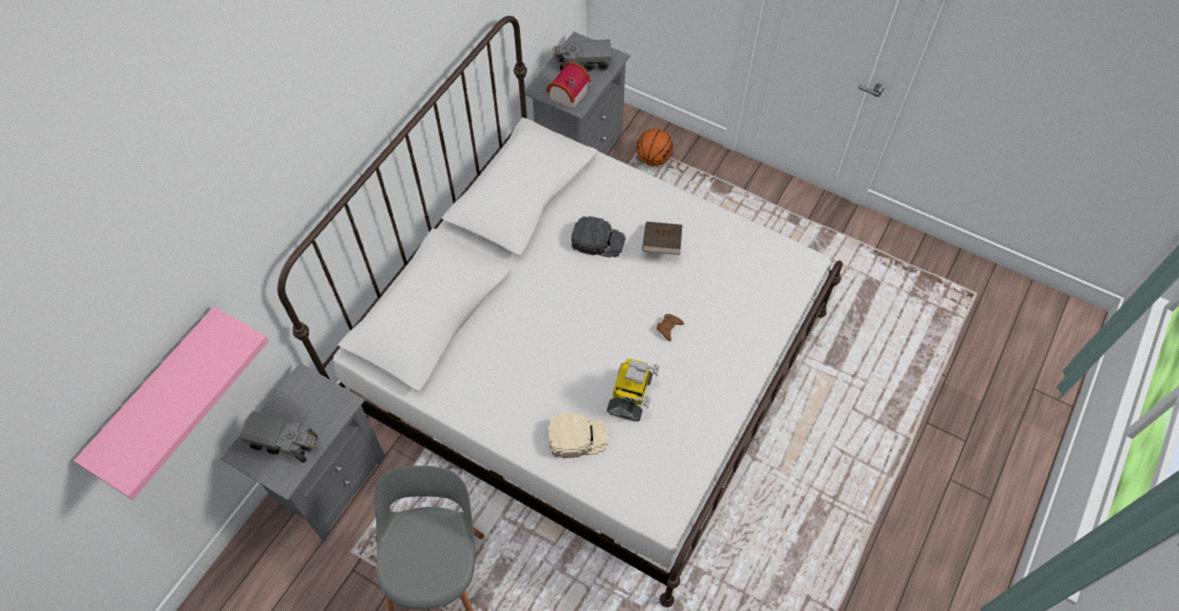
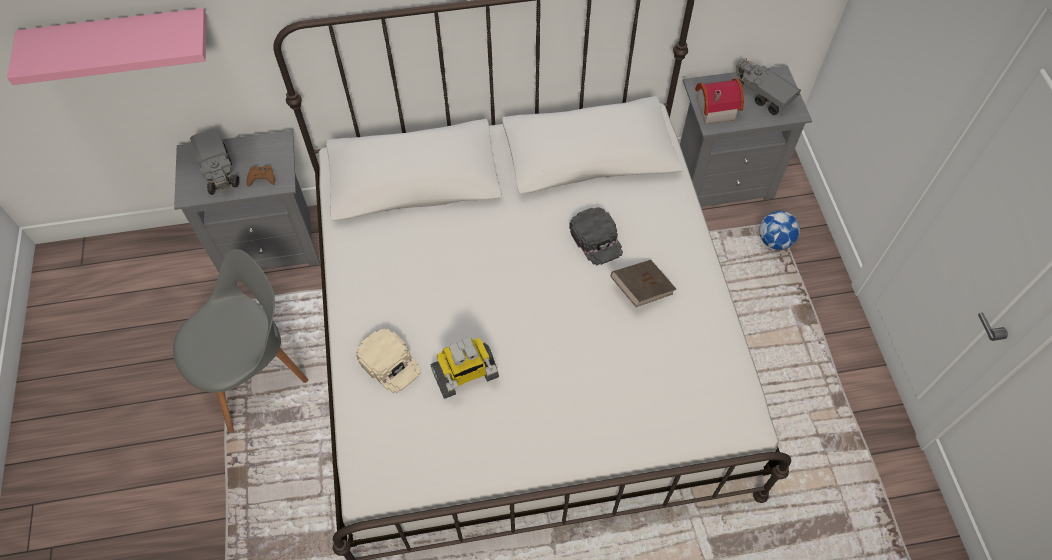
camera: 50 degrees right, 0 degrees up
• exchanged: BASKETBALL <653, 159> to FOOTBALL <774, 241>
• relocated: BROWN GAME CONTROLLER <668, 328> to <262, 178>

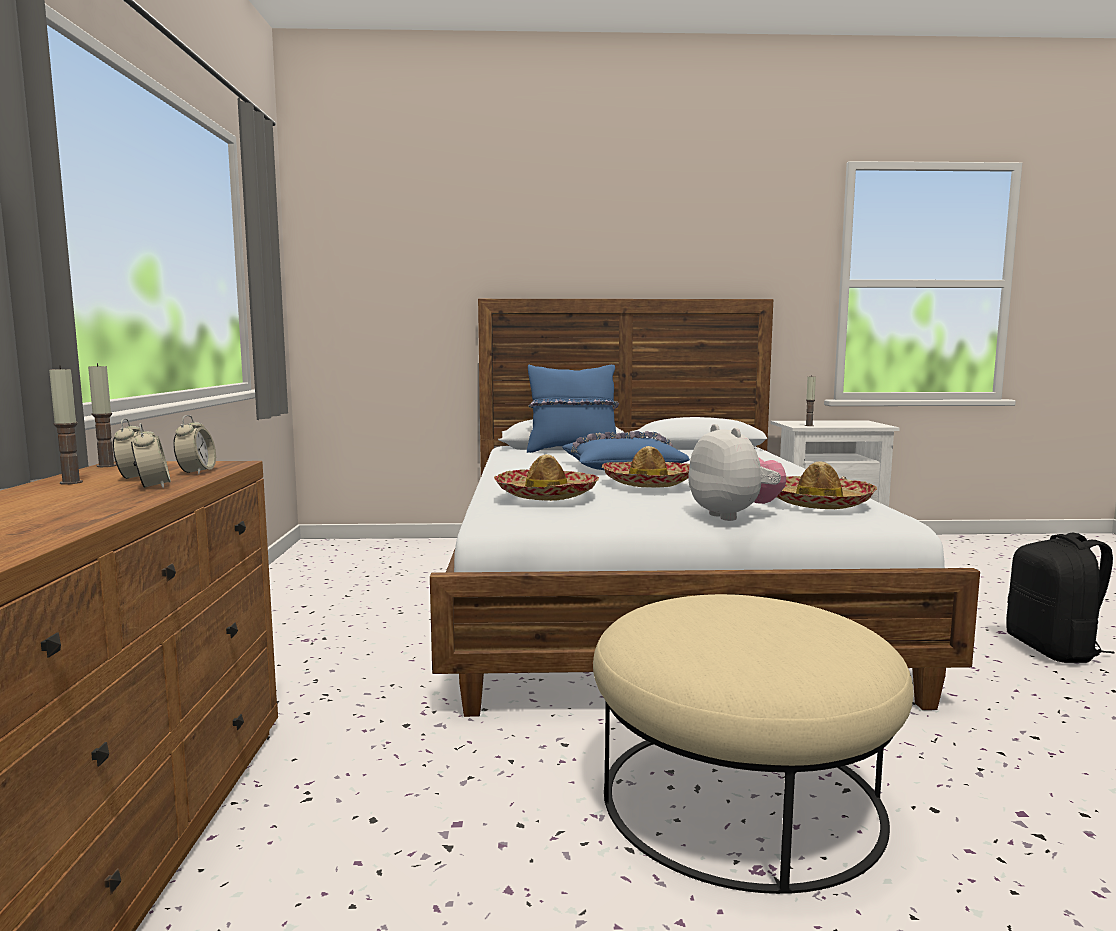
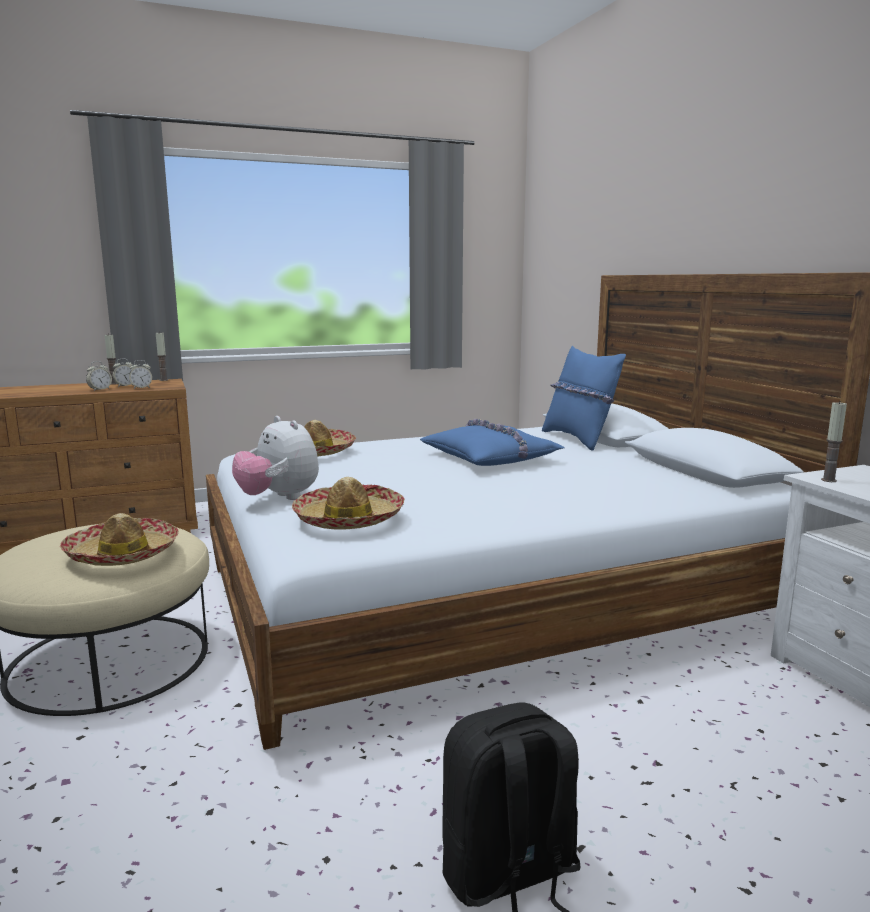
camera: 70 degrees right, 5 degrees up
• spun: PLUSH TOY <733, 516> = <278, 498> 90 degrees clockwise
• relocated: HAT <648, 483> to <123, 554>

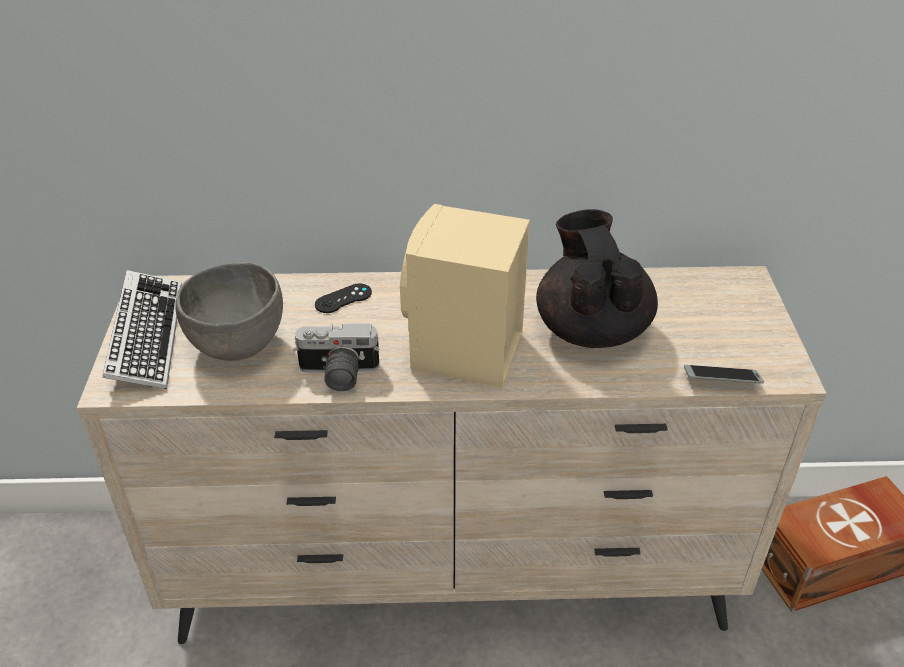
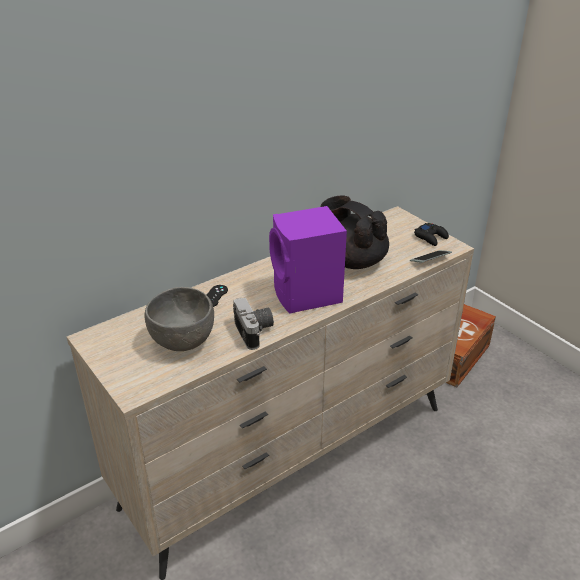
camera: 35 degrees left, 5 degrees down
• colour: BEIGE SPEAKER <464, 354> to PURPLE SPEAKER <307, 296>
• missing: KEYBOARD <146, 336>
• spun: PHOTO CAMERA <337, 375> = <255, 332> 75 degrees counterclockwise
• appeared: BLACK GAME CONTROLLER <431, 237>

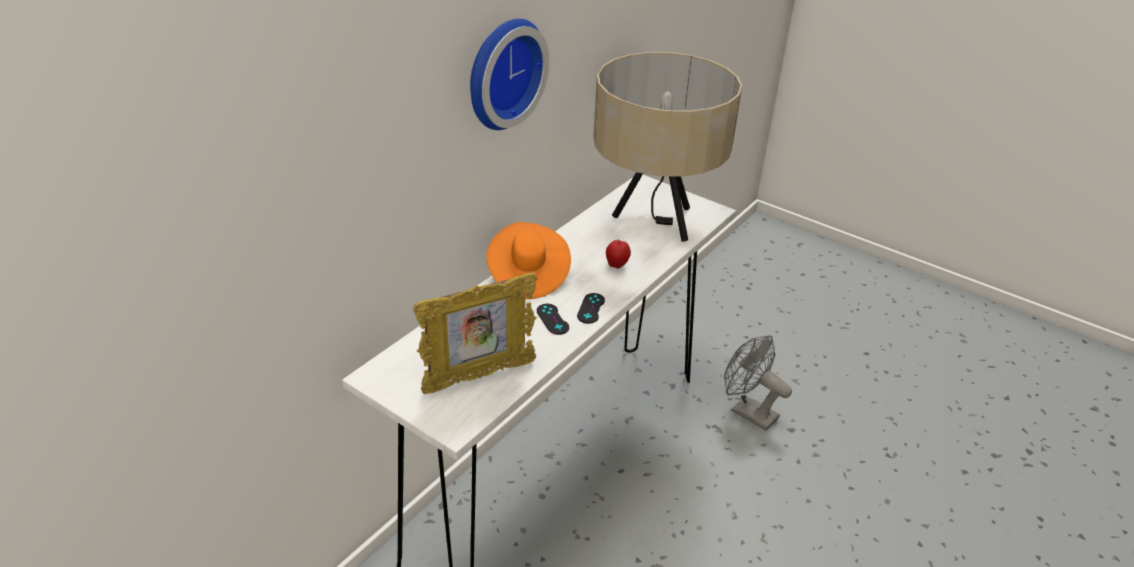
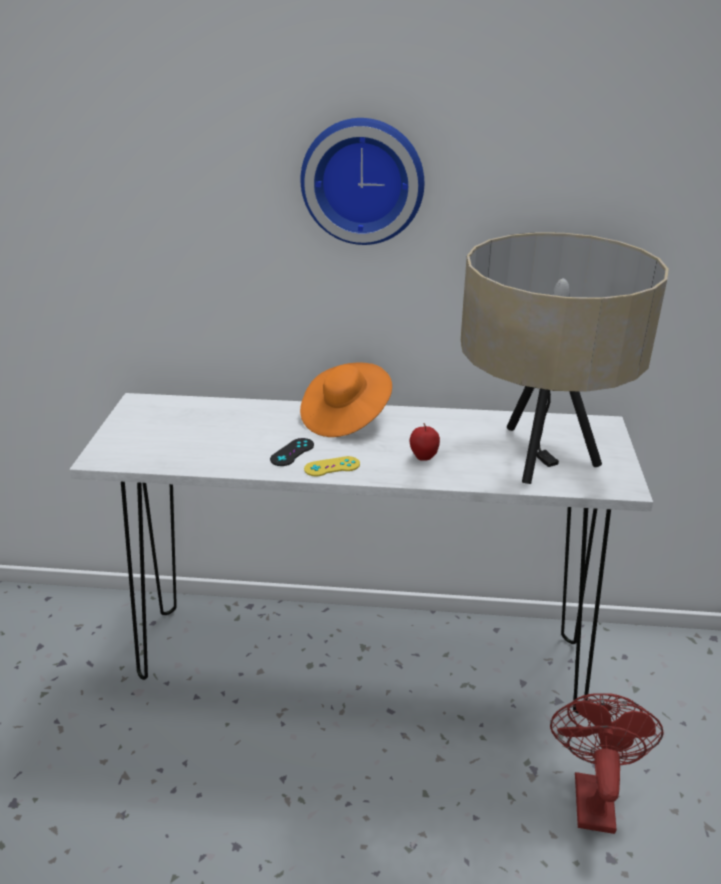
camera: 60 degrees right, 5 degrees down
• missing: PICTURE FRAME <479, 376>
• colour: BLACK GAME CONTROLLER <591, 308> to YELLOW GAME CONTROLLER <332, 467>
• colour: GREY FAN <747, 411> to RED FAN <592, 794>

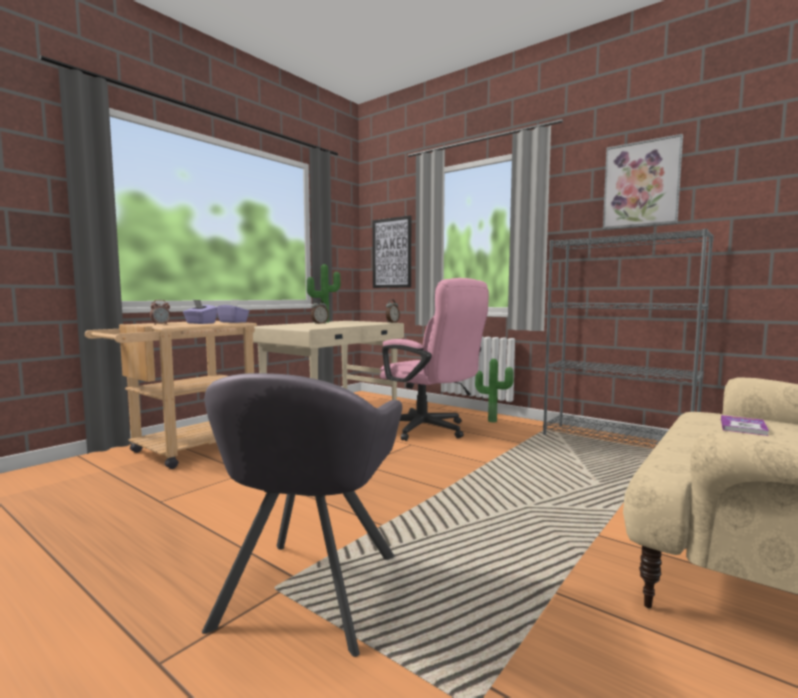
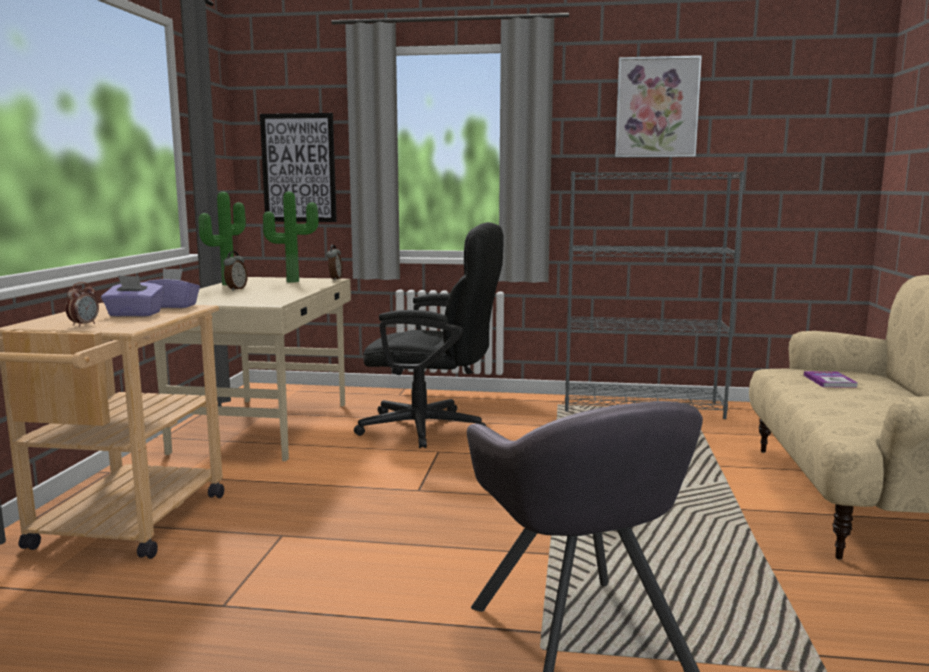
camera: 30 degrees left, 5 degrees up
• colour: PINK OFFICE CHAIR <429, 430> to BLACK OFFICE CHAIR <433, 428>
• relocated: POTTED PLANT <492, 420> to <293, 281>

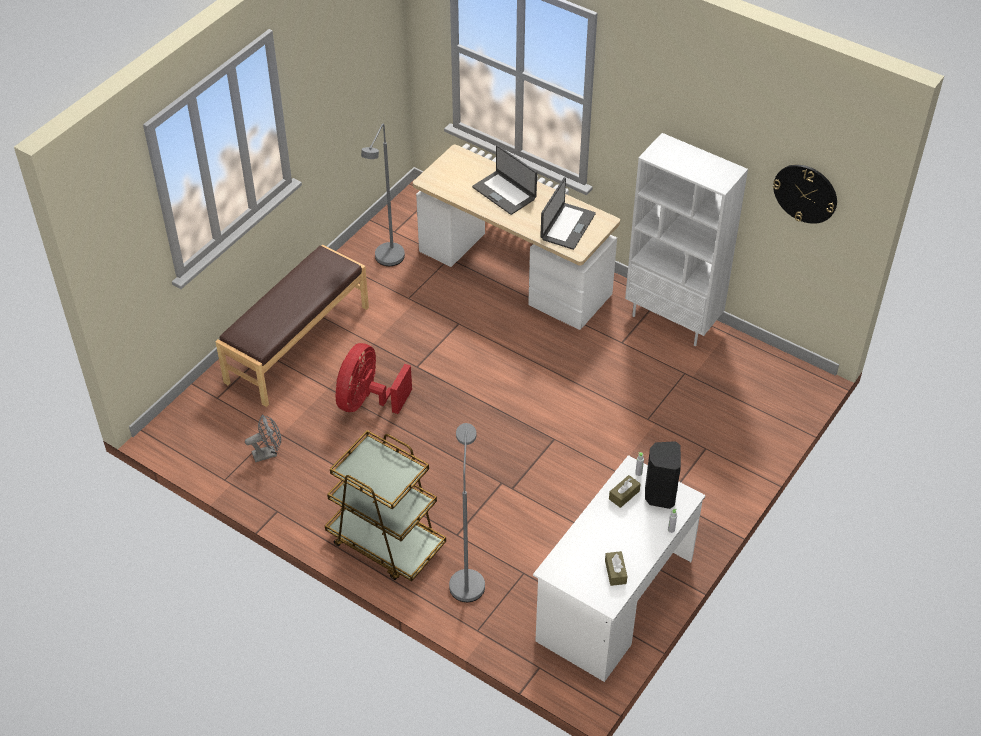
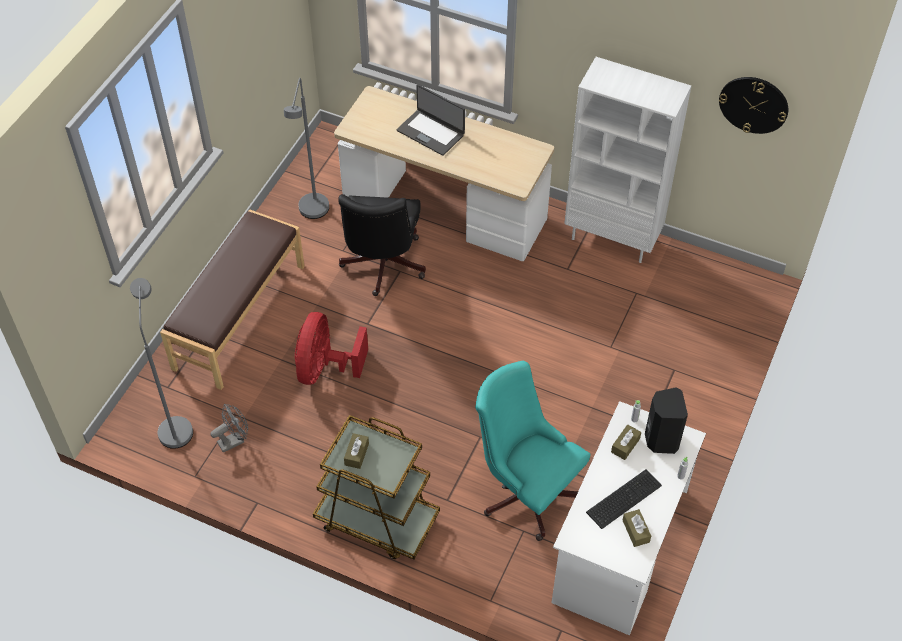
camera: 10 degrees left, 5 degrees up
• missing: LAPTOP <567, 226>
• relocated: GREY FLOOR LAMP <467, 578> to <175, 425>
• appeared: BLACK OFFICE CHAIR <382, 267>
• appeared: TURQUOISE OFFICE CHAIR <525, 490>
• appeared: BROWN TISSUE BOX <356, 454>
• appeared: KEYBOARD <622, 498>

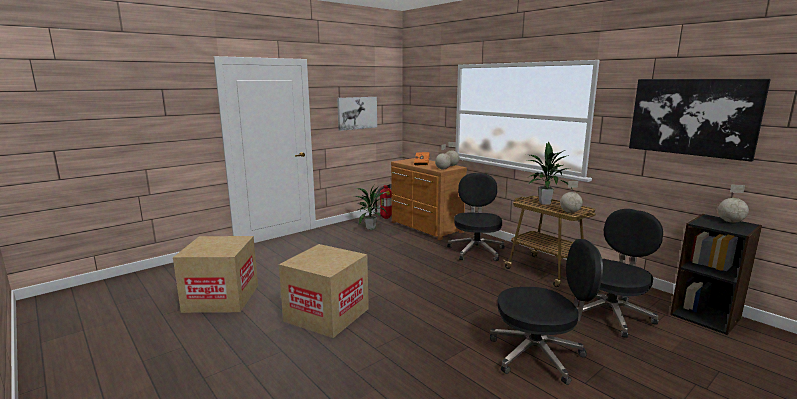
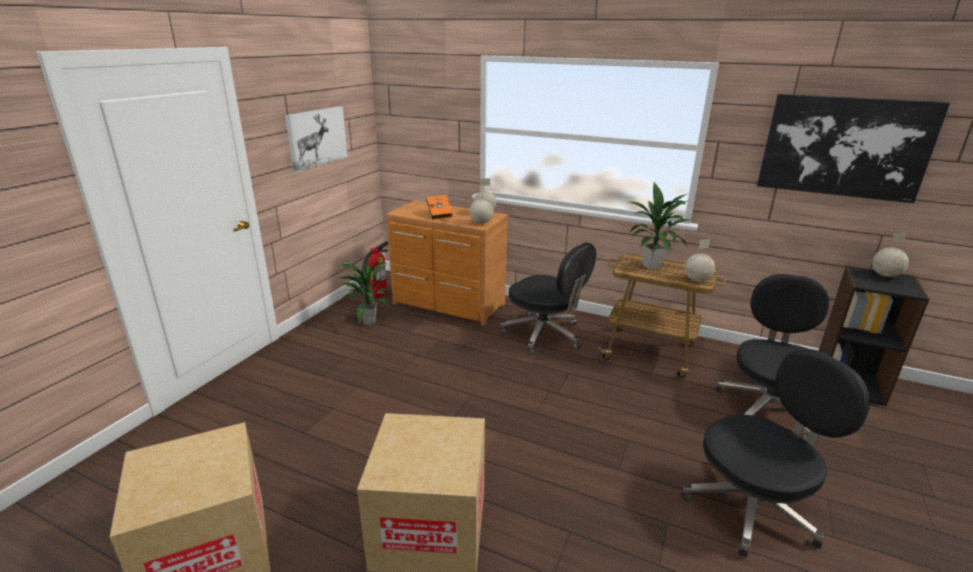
camera: 25 degrees left, 10 degrees up
• spun: BLACK OFFICE CHAIR <476, 250> = <545, 335> 150 degrees clockwise

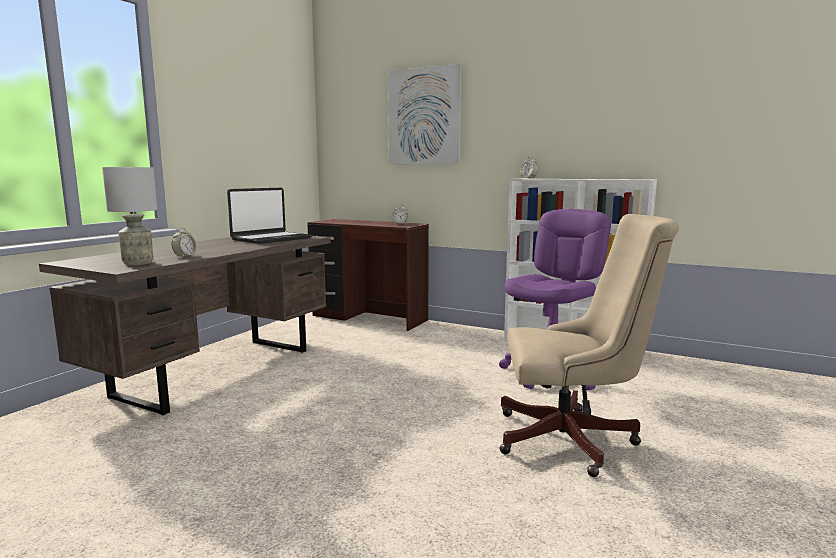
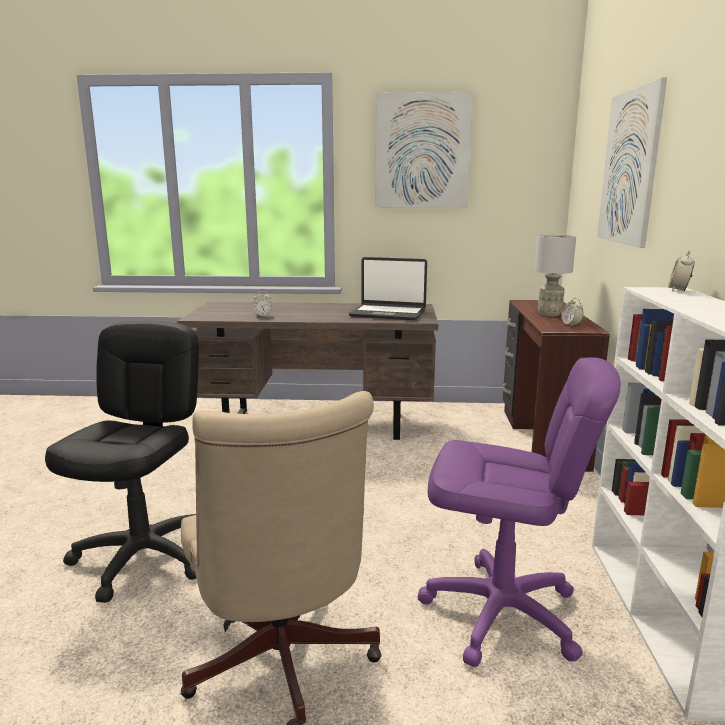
camera: 65 degrees right, 5 degrees up
• relocated: GREY TABLE LAMP <137, 263> to <549, 314>
• appeared: PICTURE <422, 151>
• appeared: BLACK OFFICE CHAIR <144, 557>

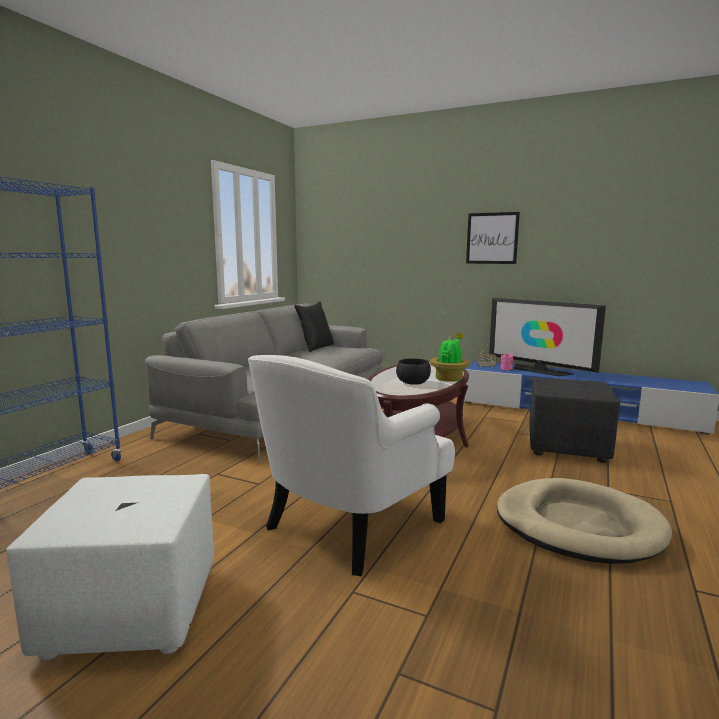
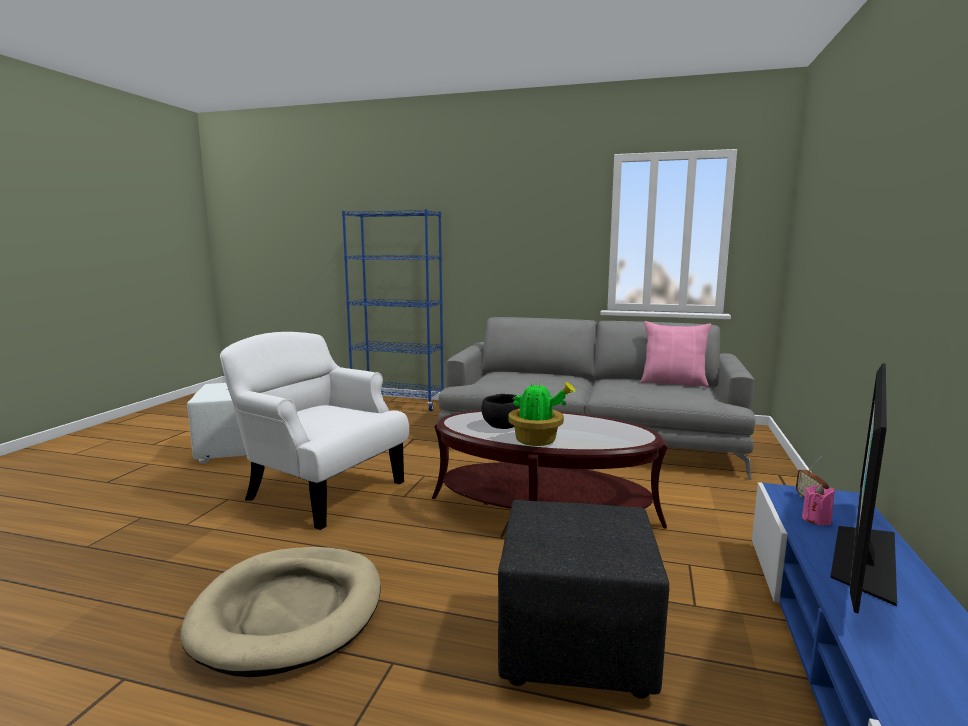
camera: 80 degrees right, 0 degrees up
• missing: PICTURE <492, 238>
• colour: BLACK PILLOW <316, 347> to PINK PILLOW <673, 382>

